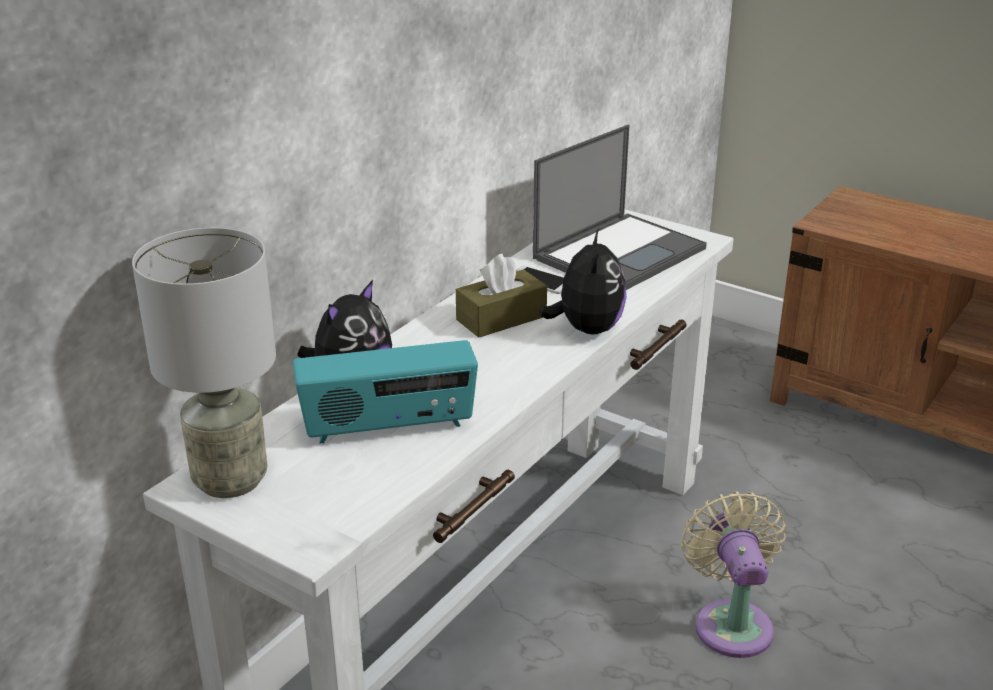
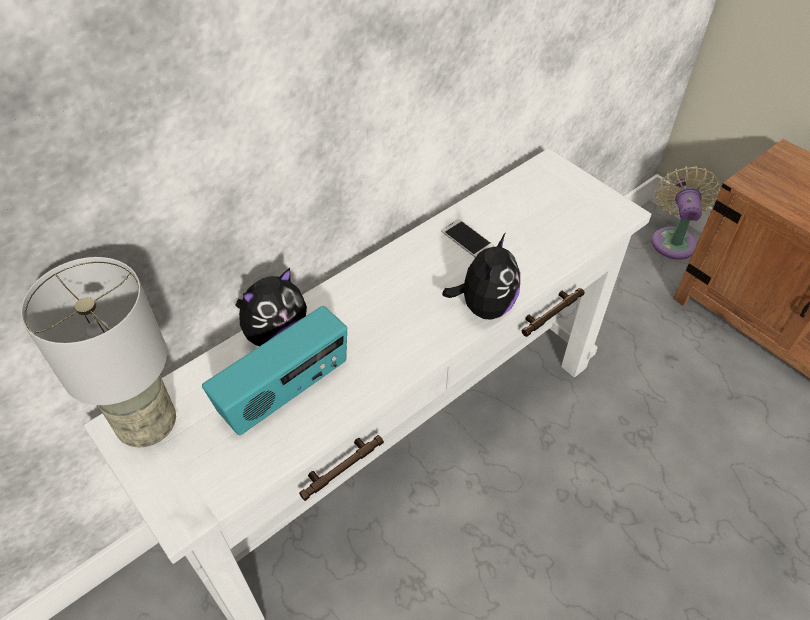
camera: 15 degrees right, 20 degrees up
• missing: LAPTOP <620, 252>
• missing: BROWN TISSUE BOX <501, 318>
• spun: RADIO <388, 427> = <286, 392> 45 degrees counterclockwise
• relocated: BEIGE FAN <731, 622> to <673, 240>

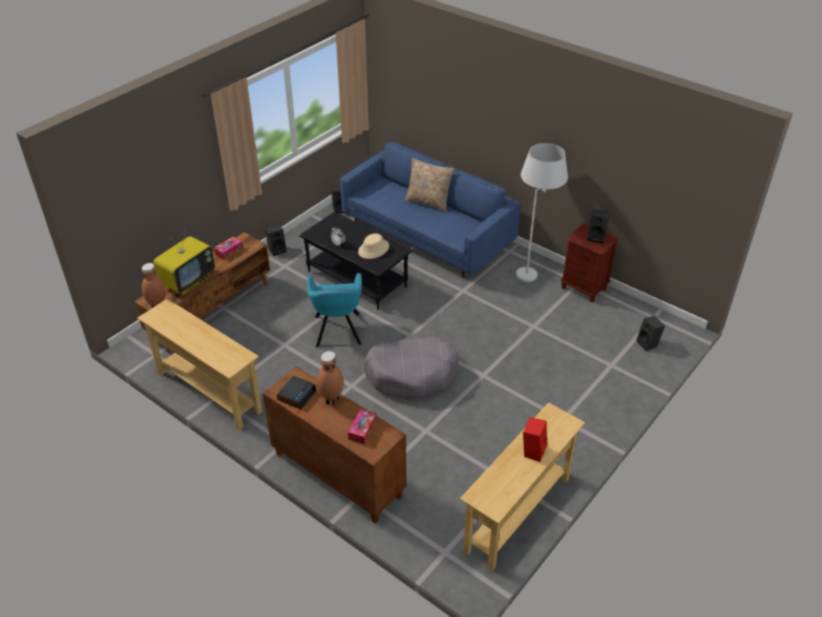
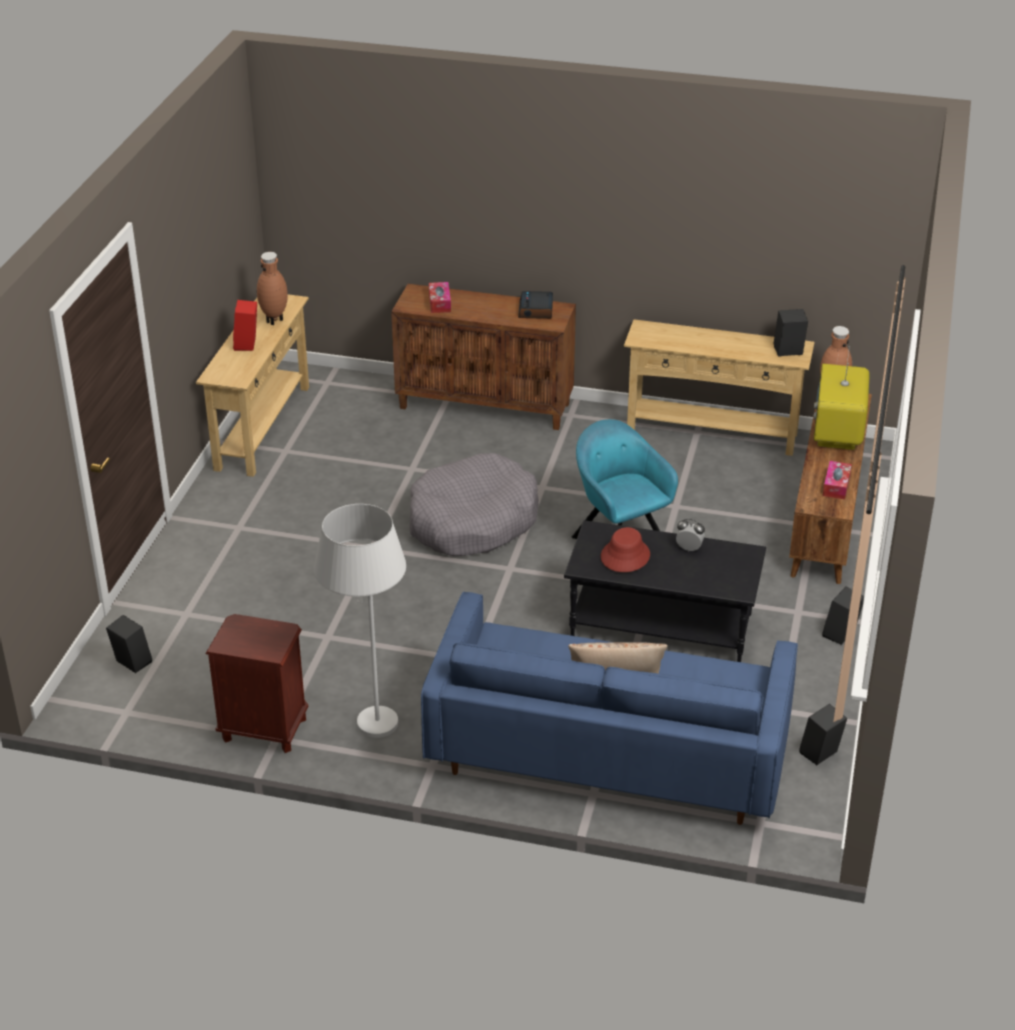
camera: 155 degrees right, 5 degrees down
• relocated: BLACK SPEAKER <597, 237> to <787, 352>
• colour: BEIGE HAT <373, 249> to RED HAT <625, 556>
• relocated: BROWN VASE <331, 399> to <275, 320>

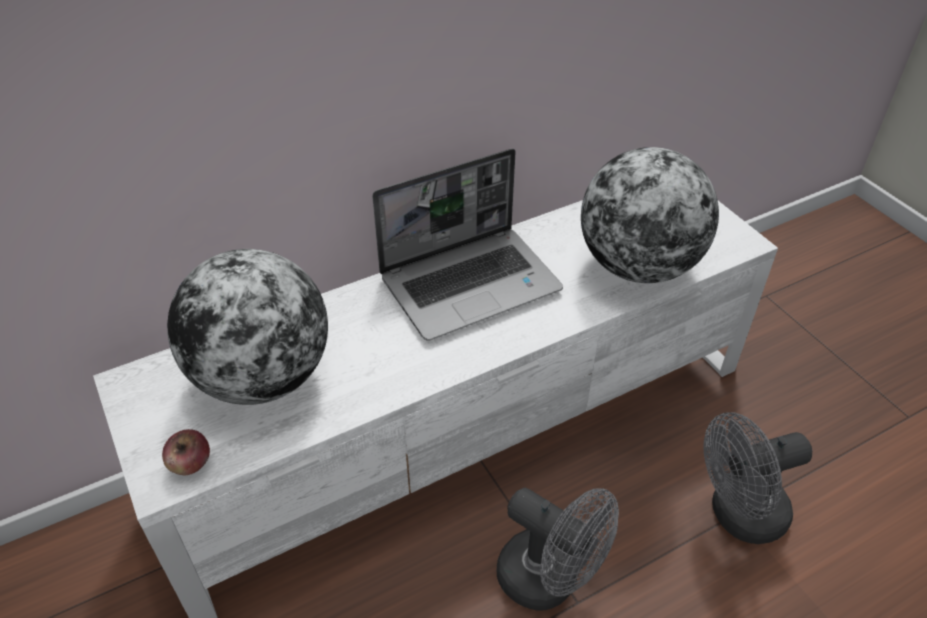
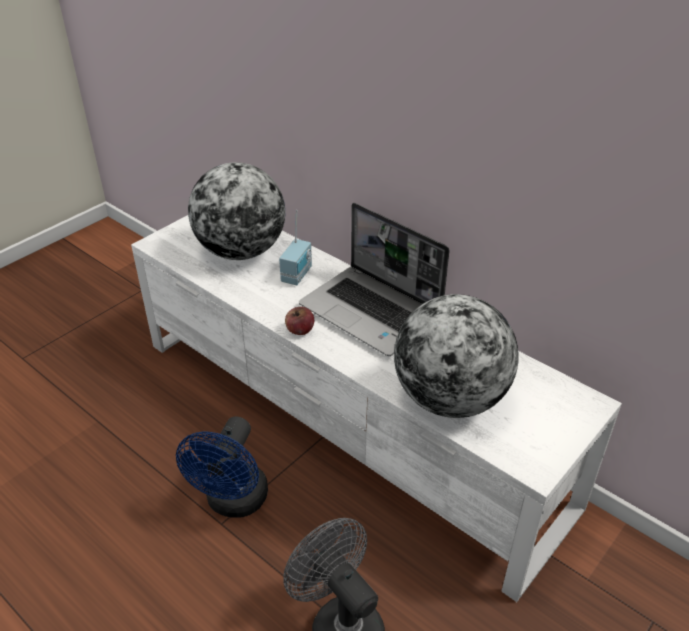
camera: 70 degrees right, 5 degrees down
• relocated: APPLE <190, 464> to <300, 330>
• colour: GREY FAN <549, 581> to BLUE FAN <233, 502>
• appeared: RADIO <298, 275>

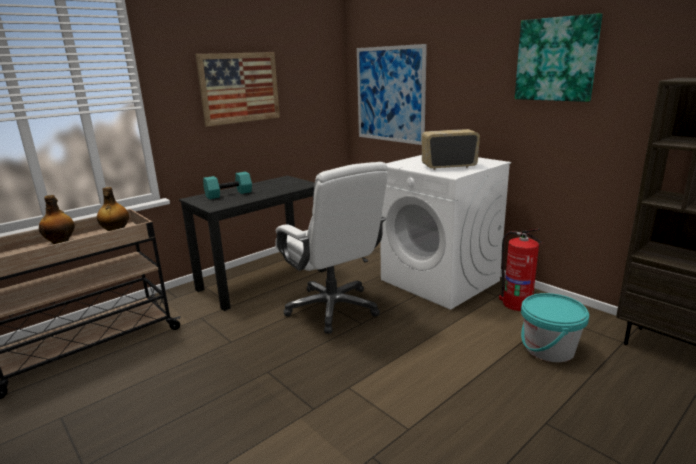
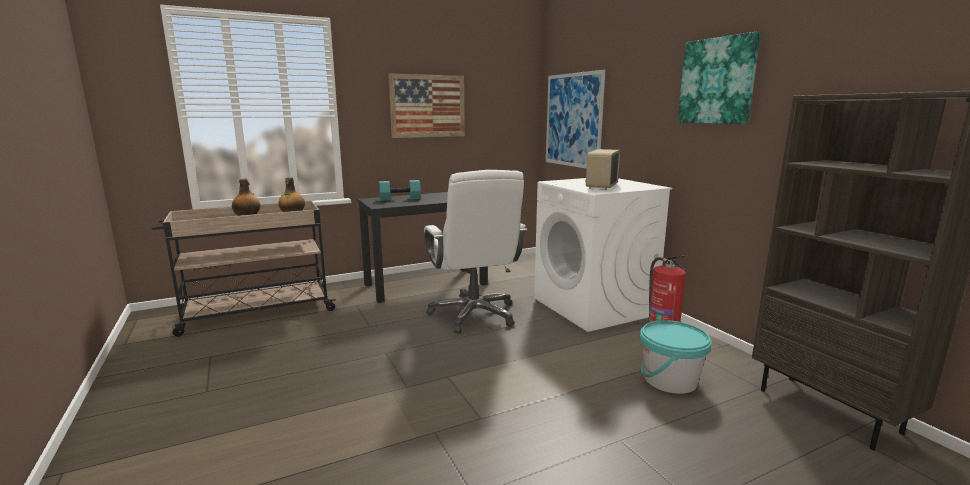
camera: 15 degrees right, 5 degrees down
• spun: RADIO <448, 167> = <601, 186> 75 degrees counterclockwise

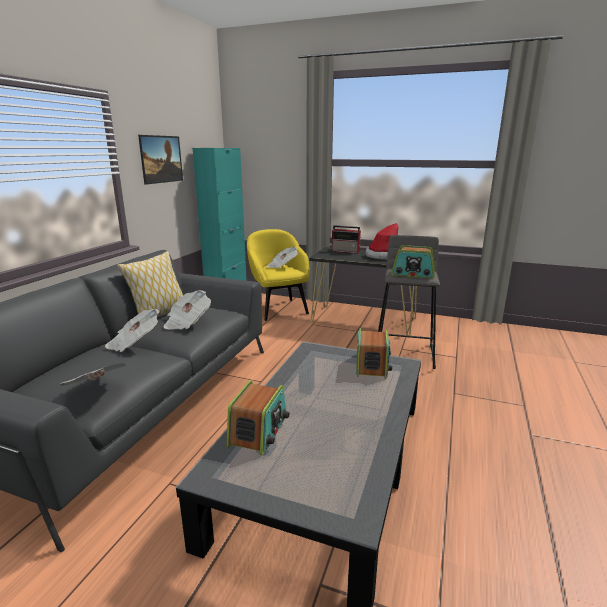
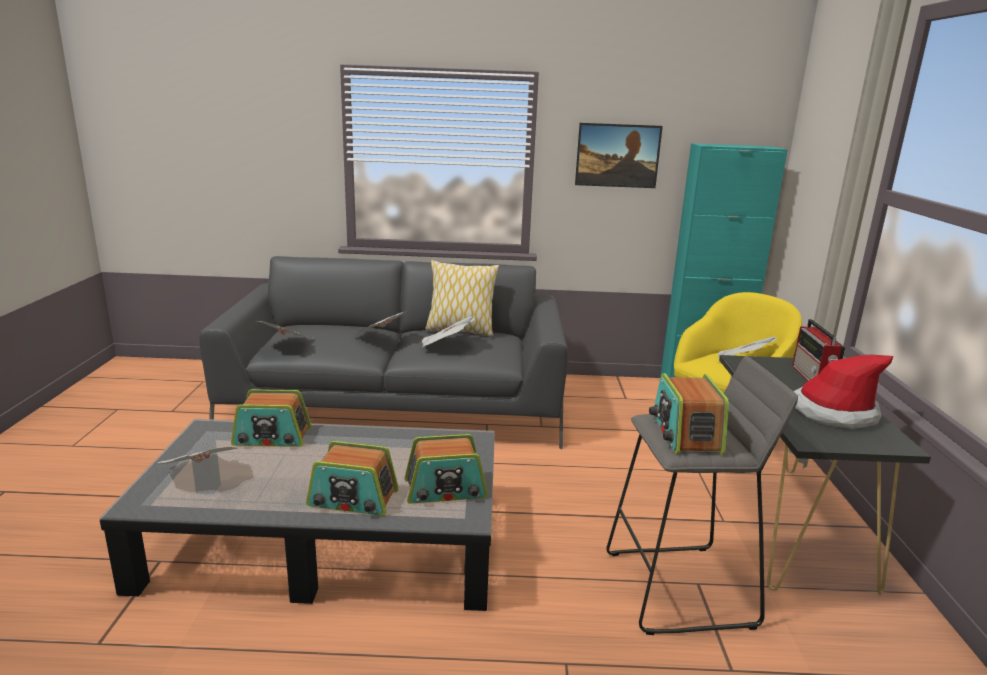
camera: 70 degrees right, 0 degrees up
• appeared: RADIO <353, 499>
• appeared: NEWSPAPER <200, 473>

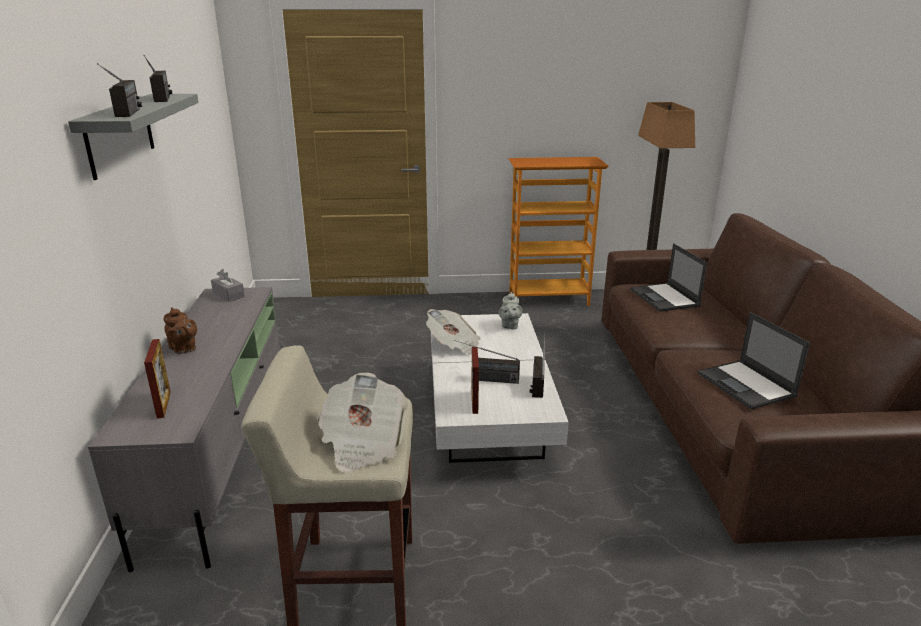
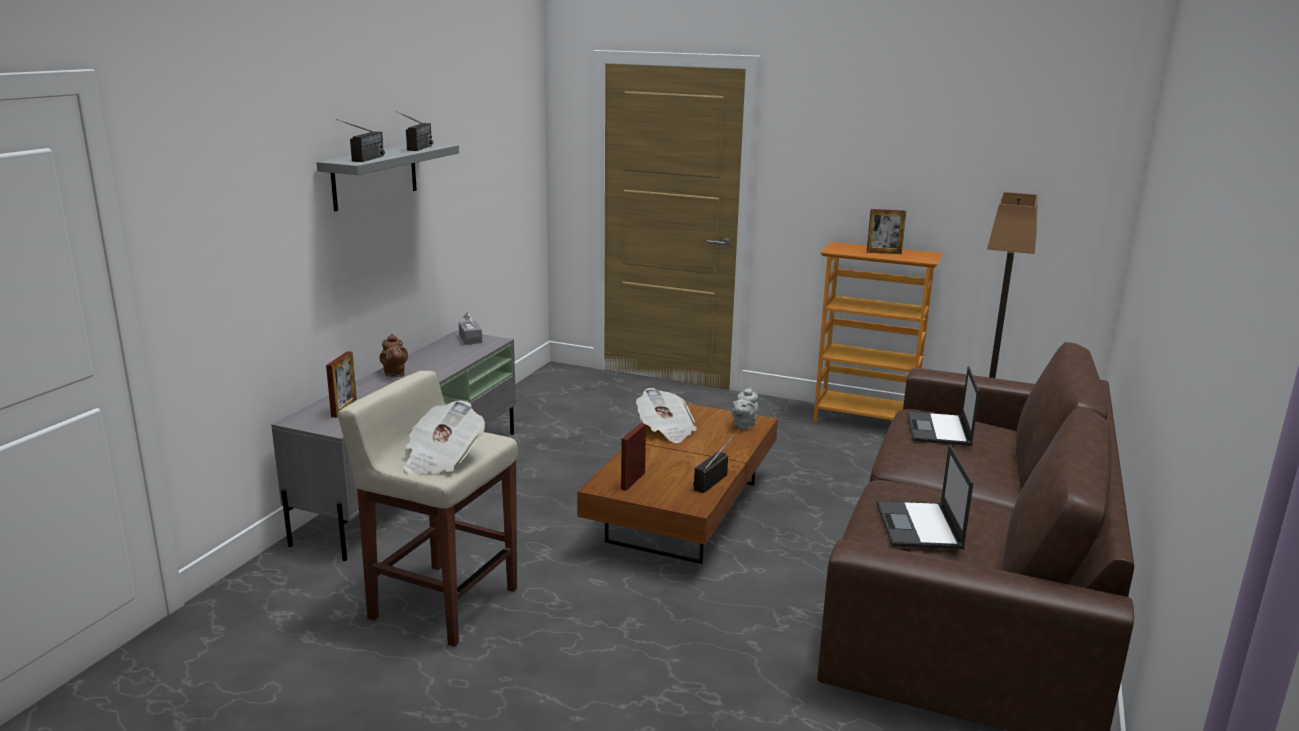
camera: 25 degrees right, 5 degrees down
• colour: WHITE COFFEE TABLE <489, 413> to BROWN COFFEE TABLE <685, 512>
• missing: RADIO <486, 379>
• appeared: PICTURE FRAME <884, 252>

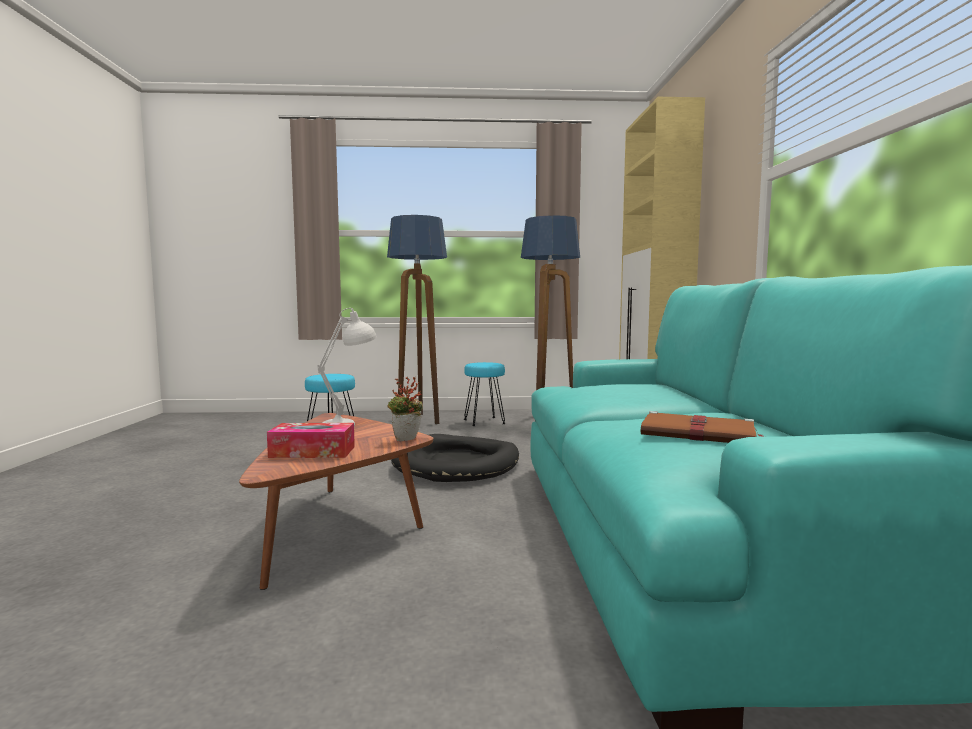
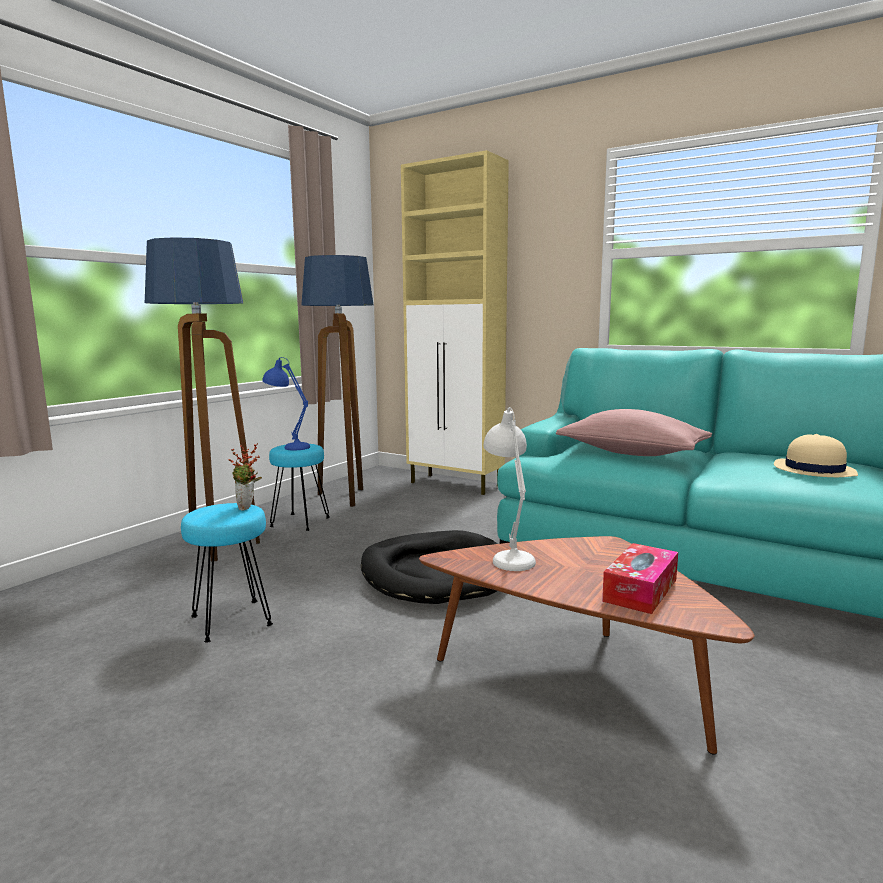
camera: 55 degrees left, 5 degrees up
• relocated: POTTED PLANT <406, 440> to <248, 508>
• exchanged: BROWN BOOK <700, 434> to BEIGE HAT <813, 470>
• appeared: BLUE TABLE LAMP <288, 446>
• appeared: PINK PILLOW <631, 453>

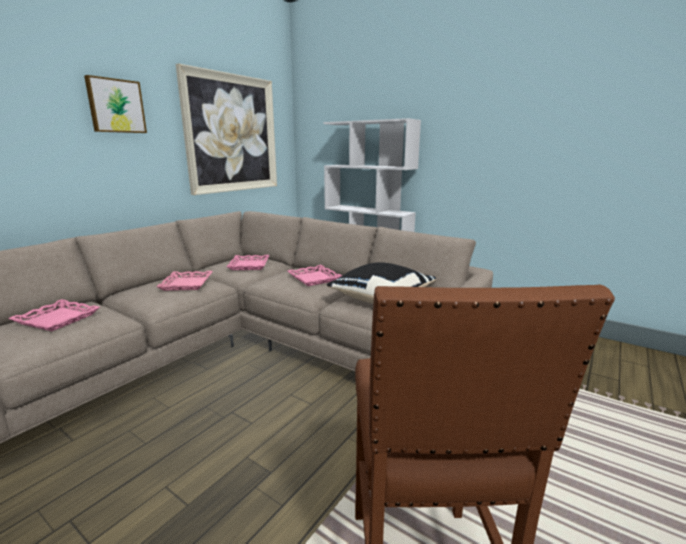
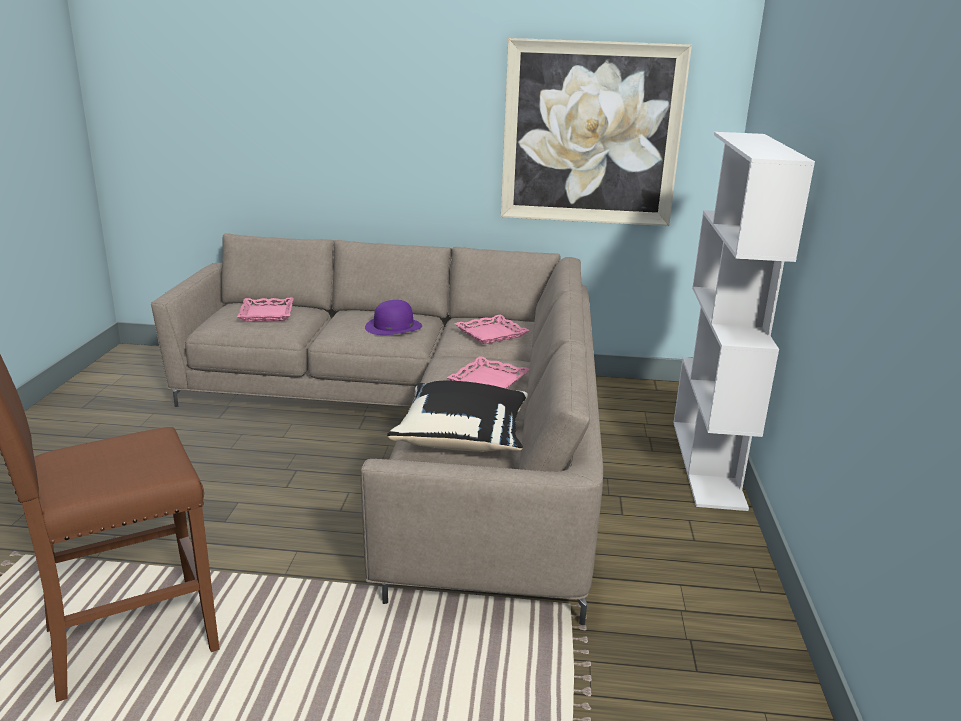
camera: 60 degrees right, 5 degrees up
• missing: PICTURE <116, 106>
• exchanged: PINK TRAY <187, 284> to PURPLE HAT <393, 326>

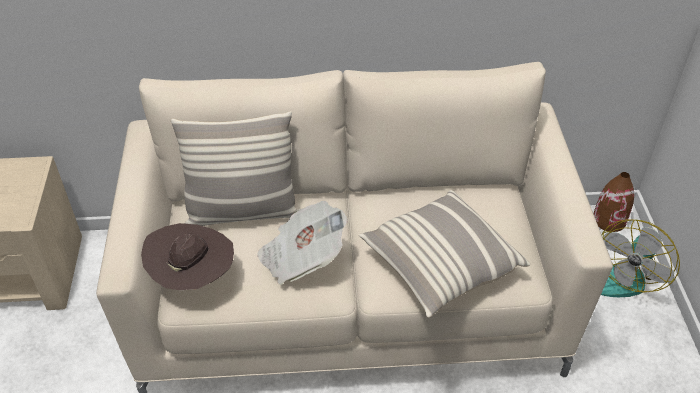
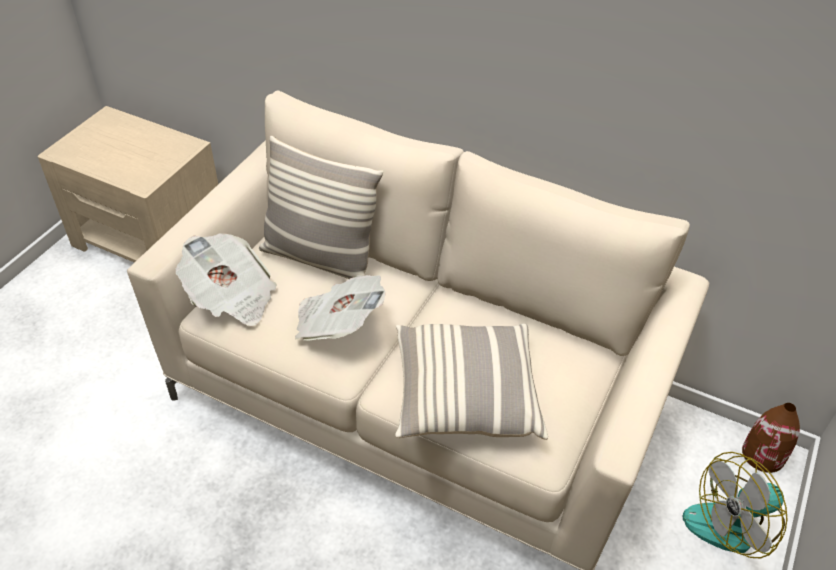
camera: 30 degrees right, 0 degrees up
• exchanged: BROWN HAT <193, 277> to NEWSPAPER <231, 297>

